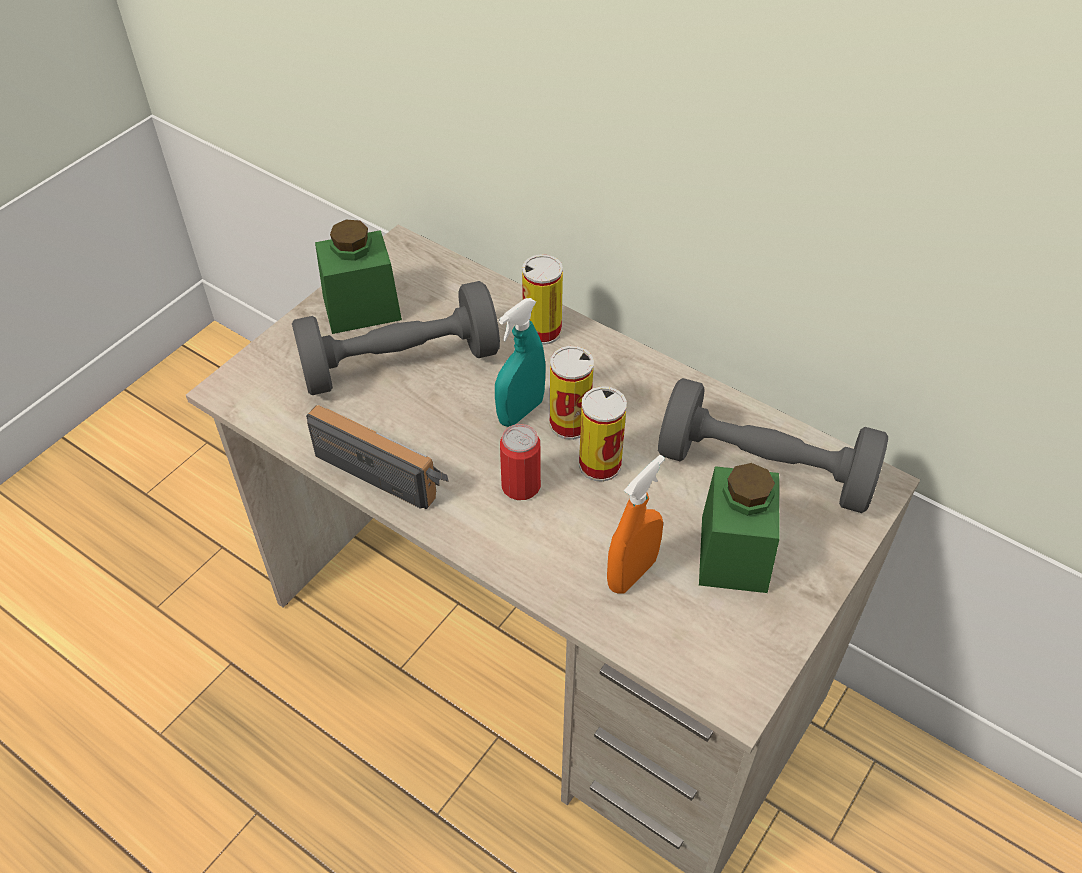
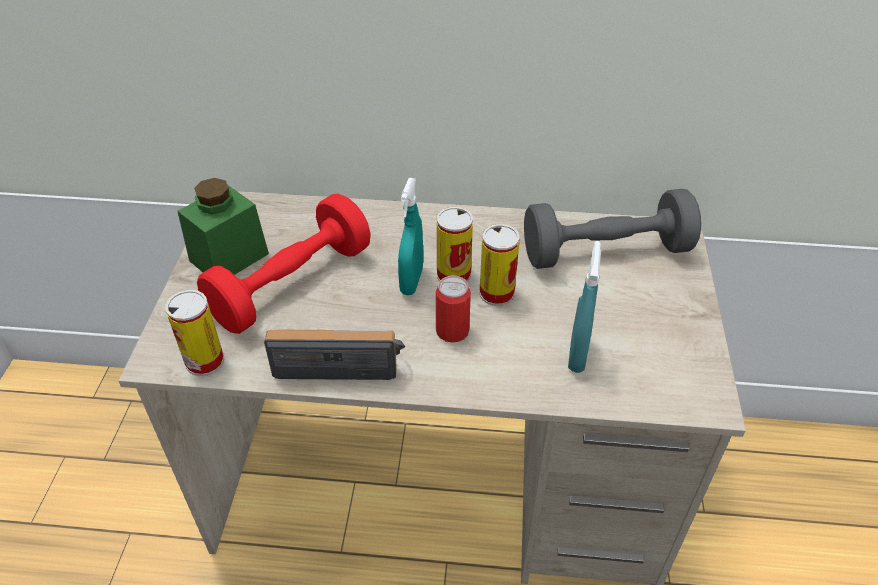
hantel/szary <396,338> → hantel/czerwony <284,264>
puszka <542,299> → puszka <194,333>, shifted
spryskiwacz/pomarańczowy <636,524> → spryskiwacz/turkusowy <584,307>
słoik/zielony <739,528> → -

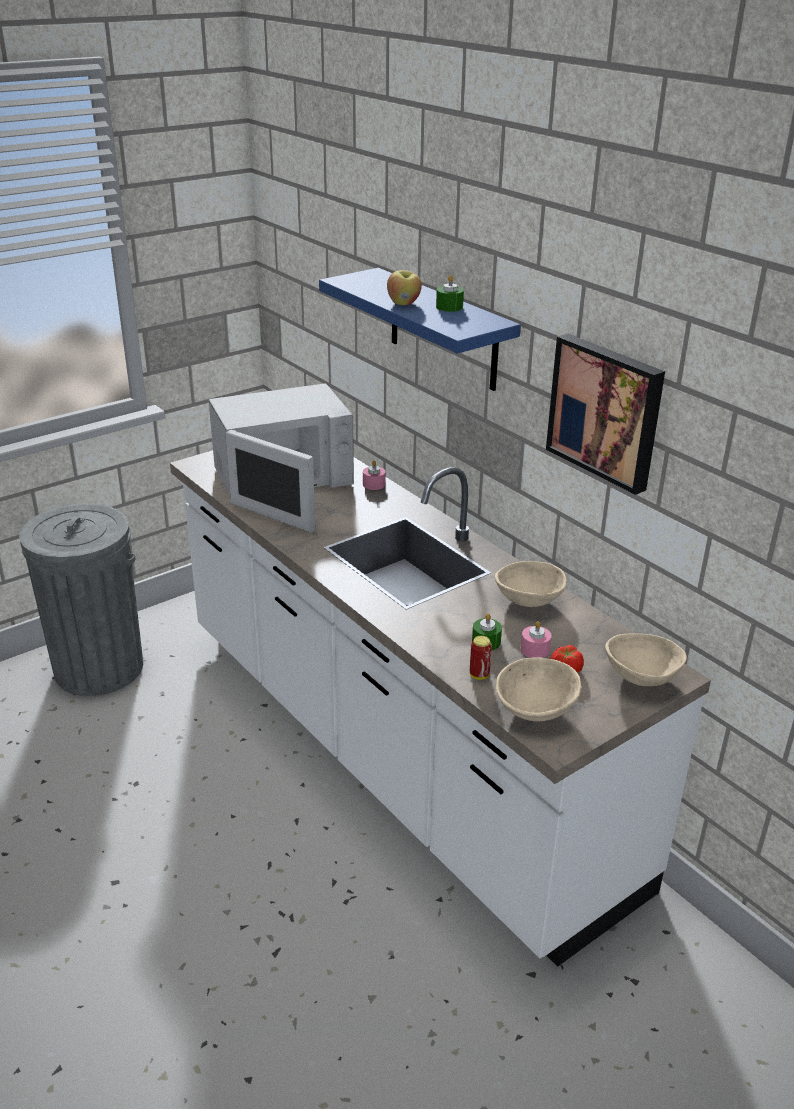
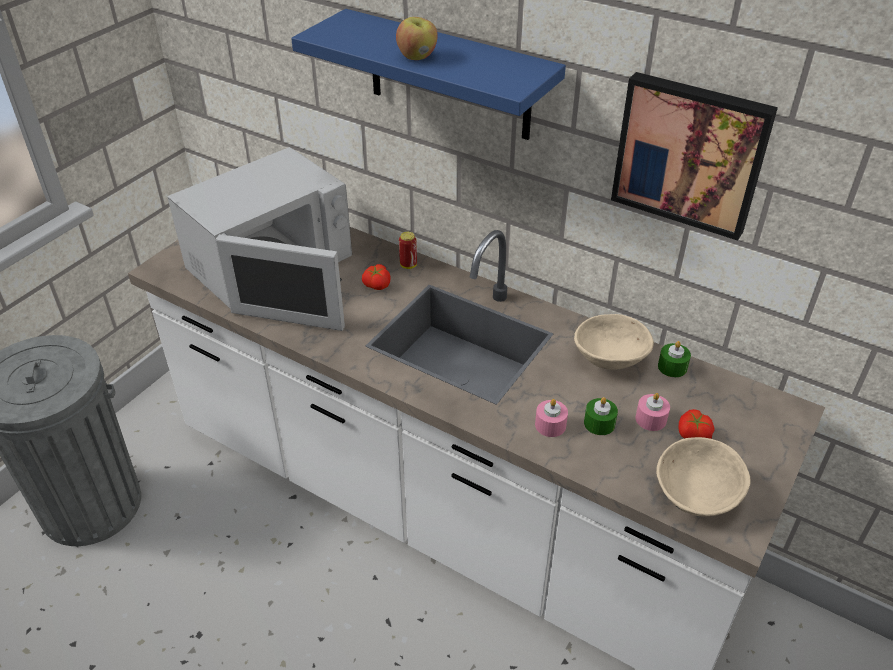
świeca/różowy <374,475> → świeca/różowy <551,418>, shifted
świeca/zielony <450,293> → świeca/zielony <674,359>, shifted
puszka <481,658> → puszka <408,250>, shifted
miska/beżowy <646,659> → -
- → pomidor <376,277>

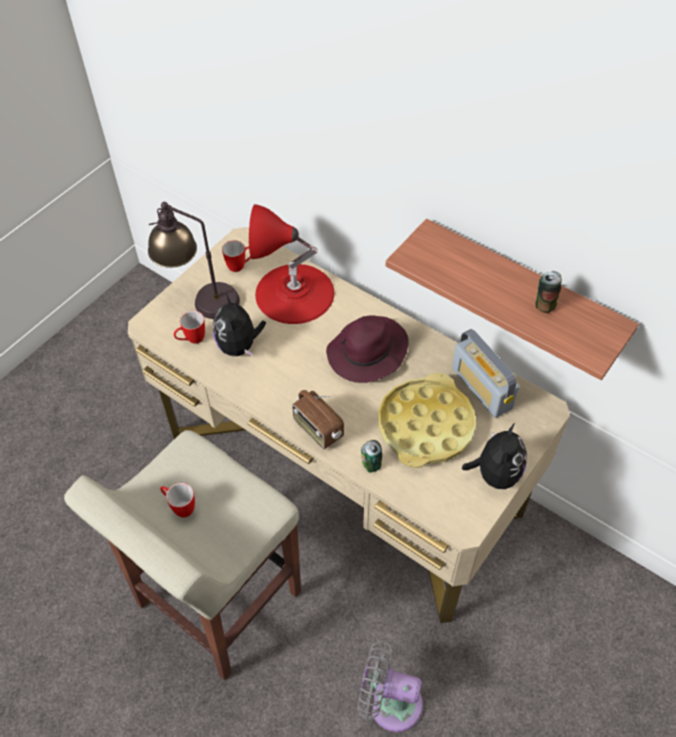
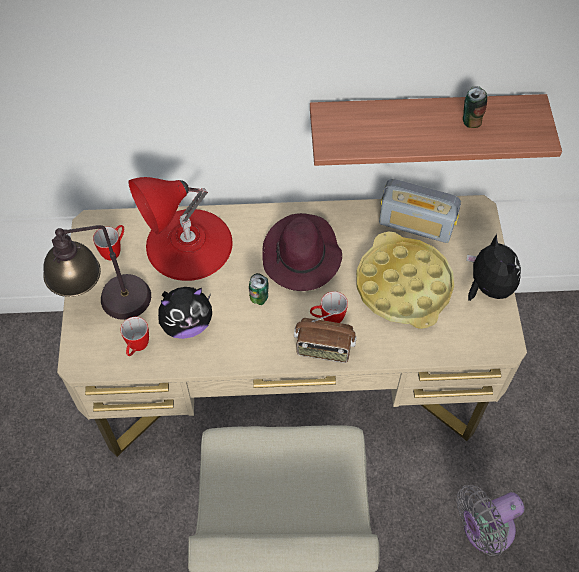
kubek <177,500> → kubek <329,307>, shifted
pluszak <239,325> → pluszak <185,313>, 60 degrees counterclockwise
puszka <371,456> → puszka <259,289>, shifted

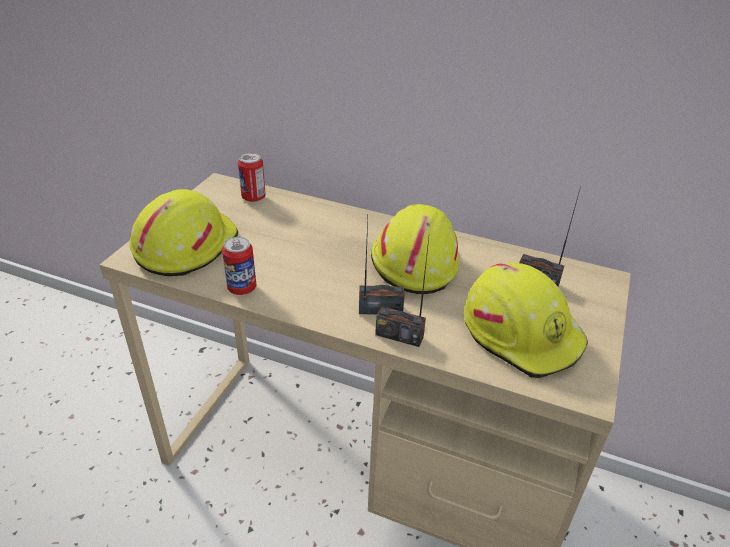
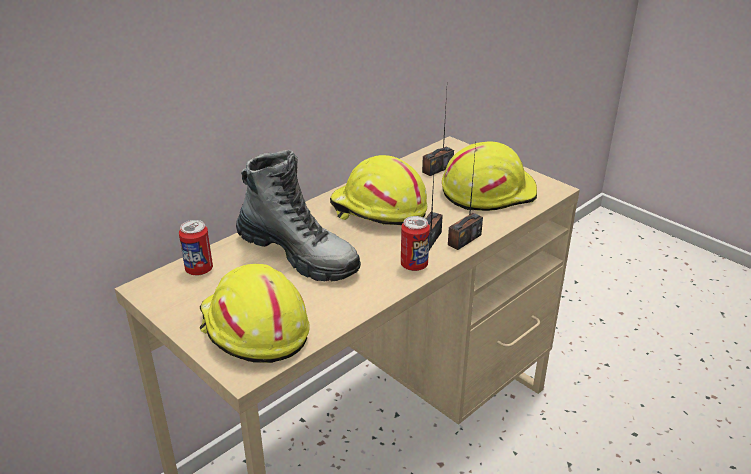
puszka <239,266> → puszka <415,243>, shifted
- → but z cholewką <298,215>

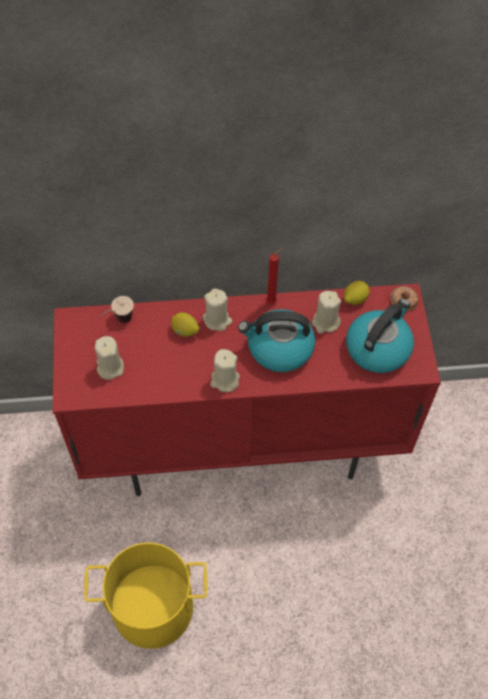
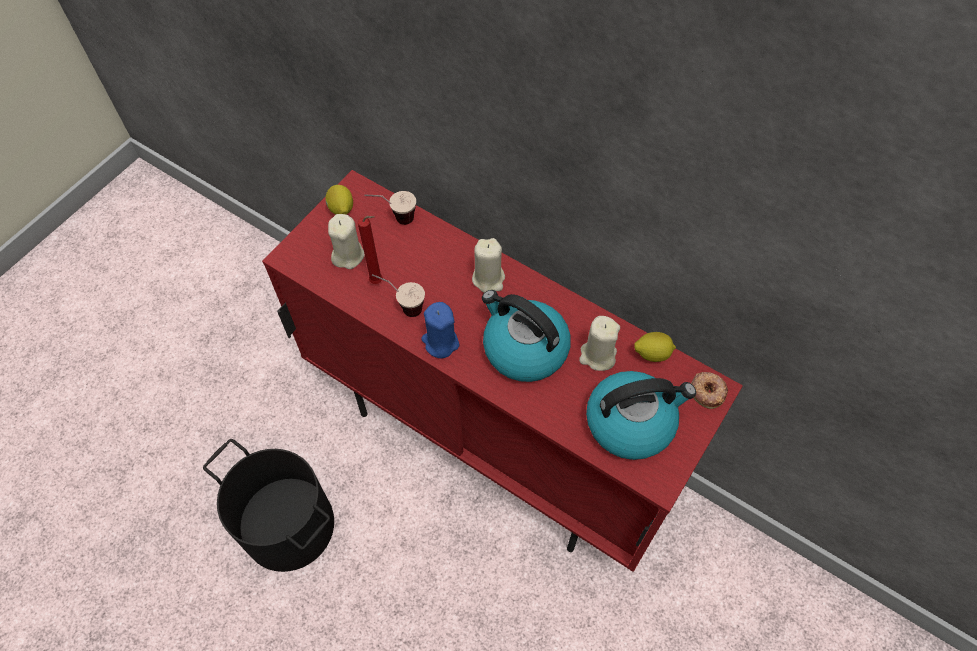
wiadro/żółty <145,595> → wiadro/czarny <268,505>
cytryna <185,324> → cytryna <339,200>, shifted
świeca/beżowy <225,370> → świeca/niebieski <440,330>
świeca/czerwony <274,276> → świeca/czerwony <370,250>, shifted
- → filiżanka <398,295>

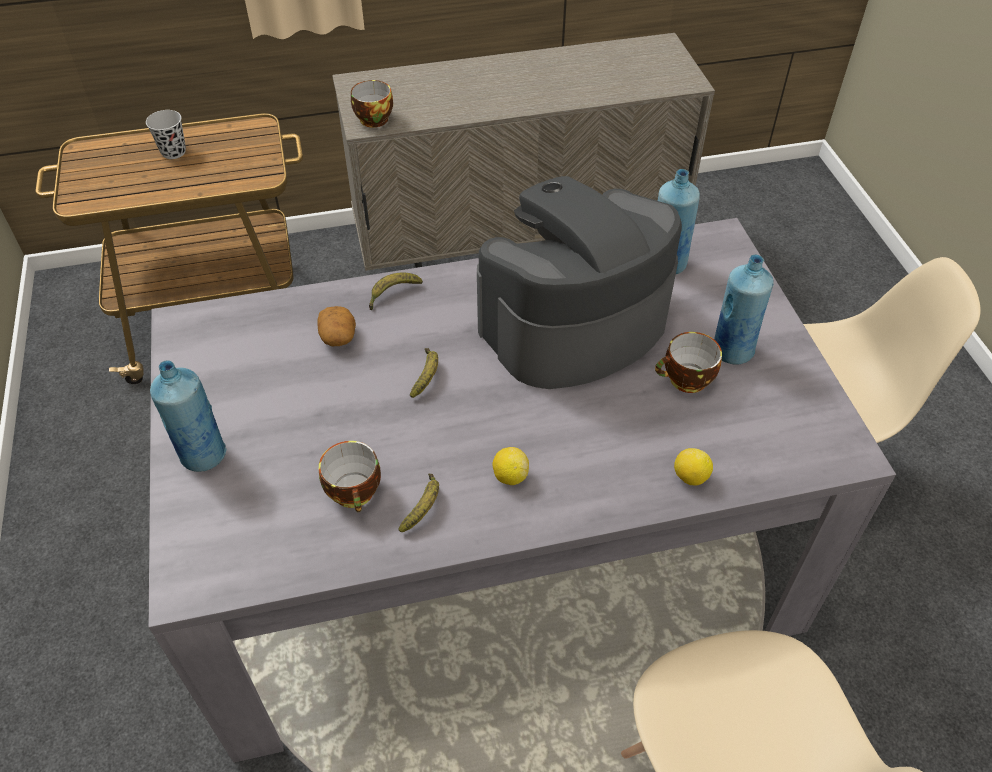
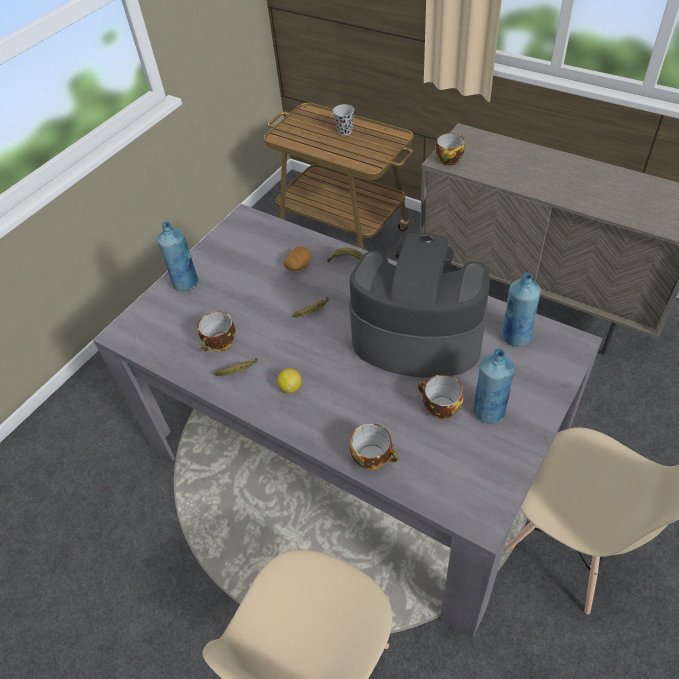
cytryna <693,466> → filiżanka <374,446>

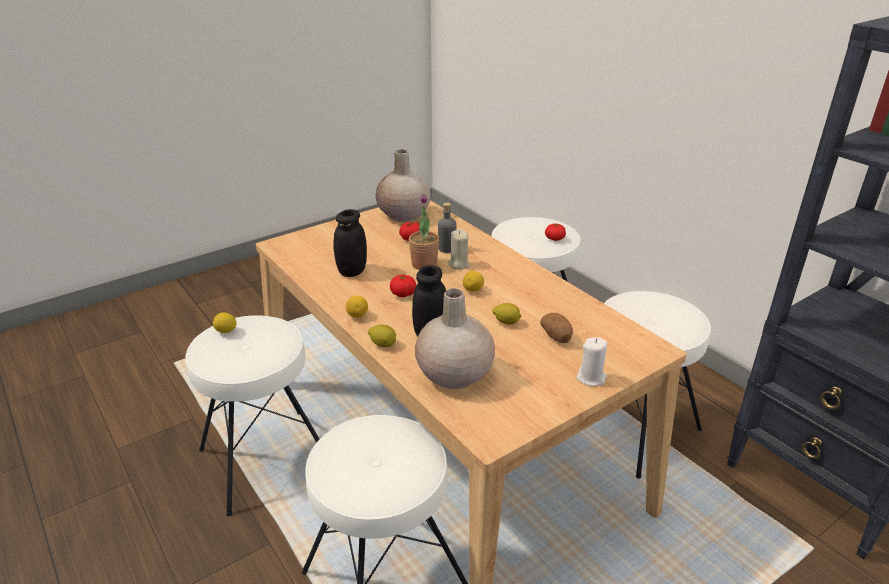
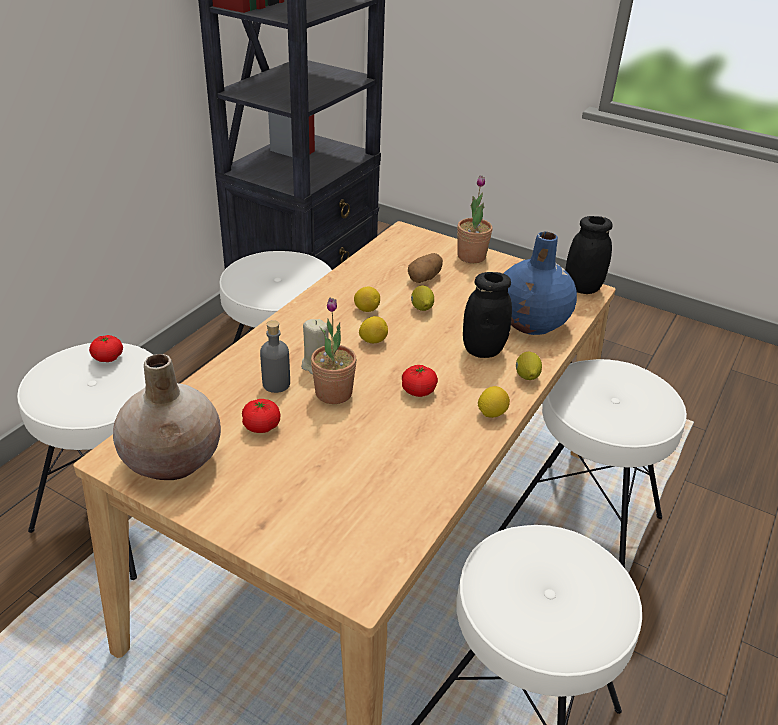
cytryna <225,322> → cytryna <367,299>, shifted
słoik/czarny <350,243> → słoik/czarny <589,255>, shifted
wazon/beżowy <455,338> → wazon/niebieski <540,283>
świeca/biały <591,361> → roślina doniczkowa <475,219>

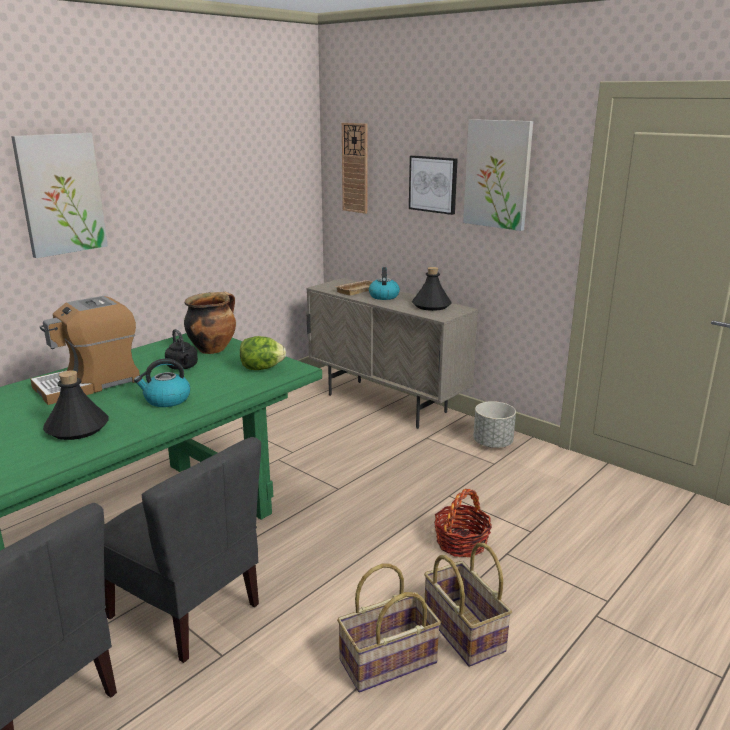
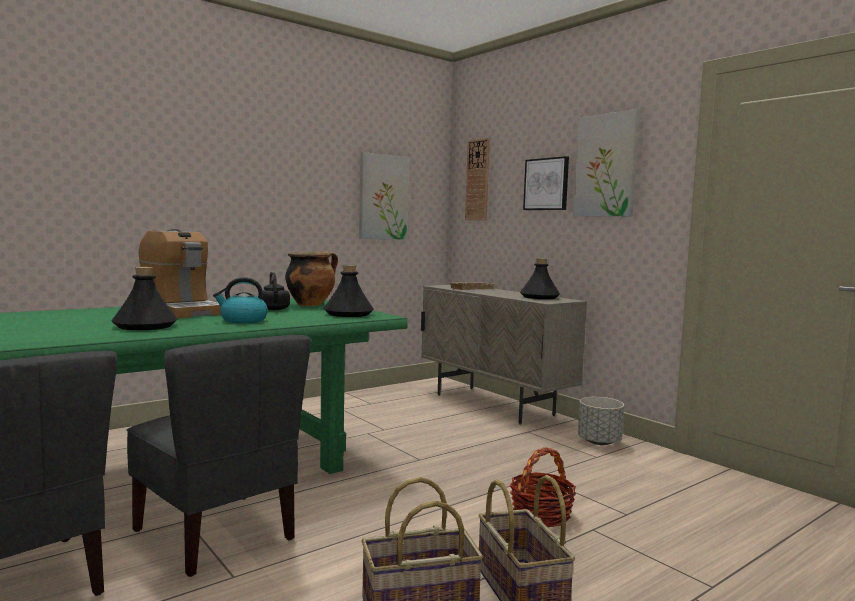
obraz <59,195> → obraz <384,196>, shifted
ekspres do kawy <85,350> → ekspres do kawy <180,273>, 105 degrees counterclockwise
sałata <263,353> → butelka/czarny <349,291>
czajnik <384,283> → -

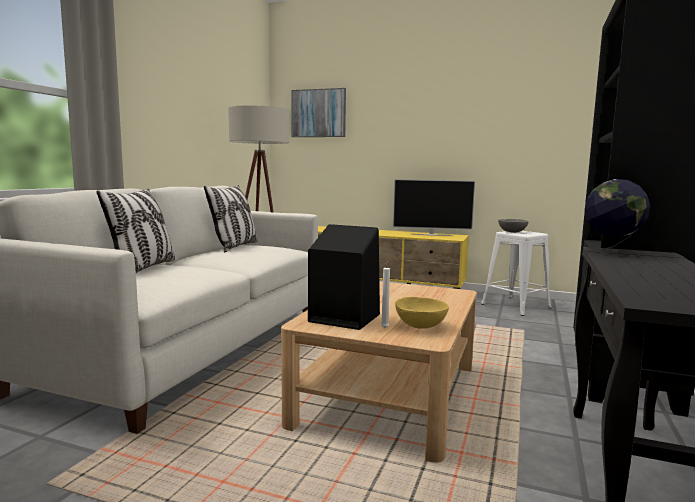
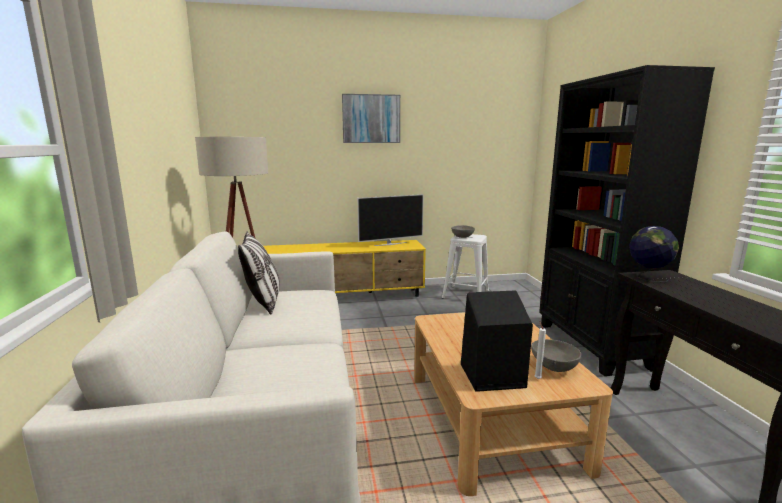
poduszka <136,231> → -
obraz <319,112> → obraz <371,118>, shifted
miska/żółty <422,313> → miska/szary <556,355>

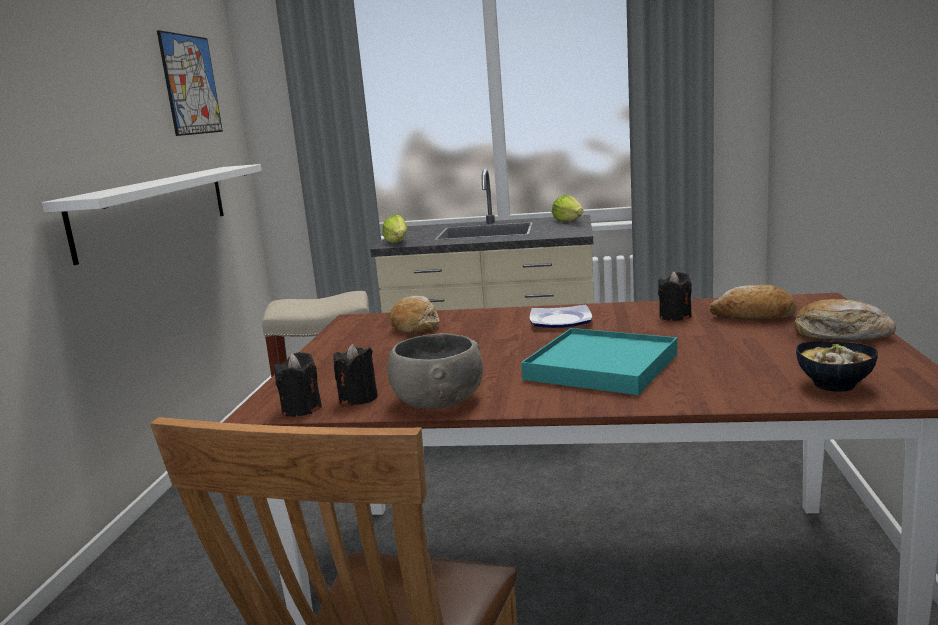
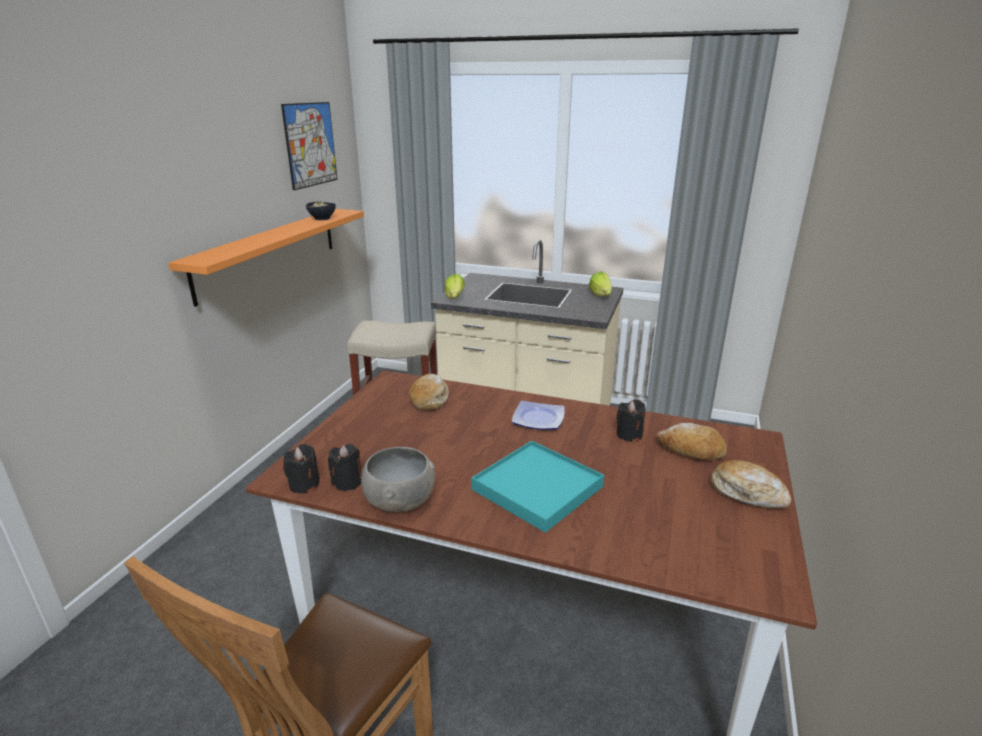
półka/biały <152,214> → półka/pomarańczowy <266,258>
miska <837,367> → miska <321,211>, shifted

